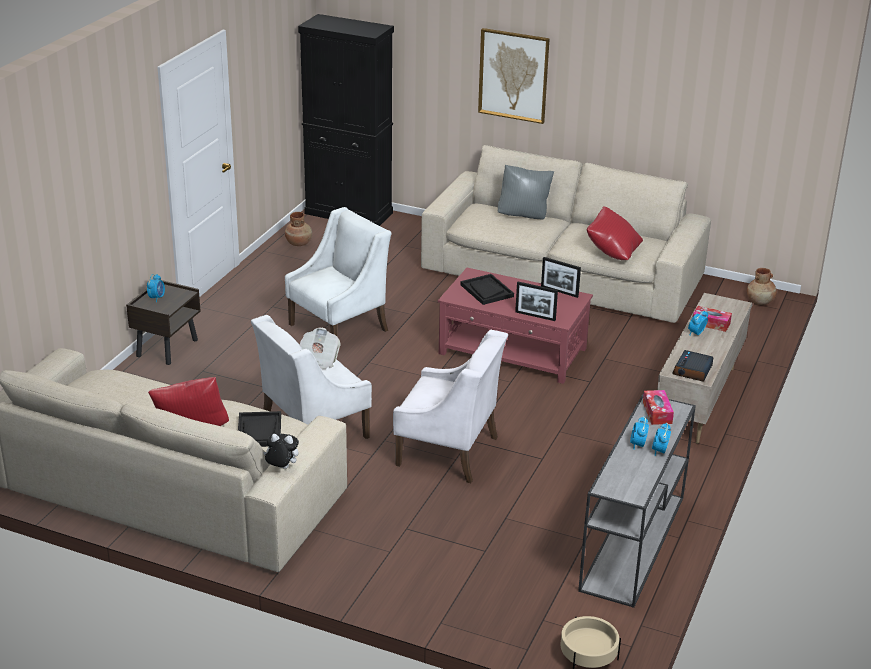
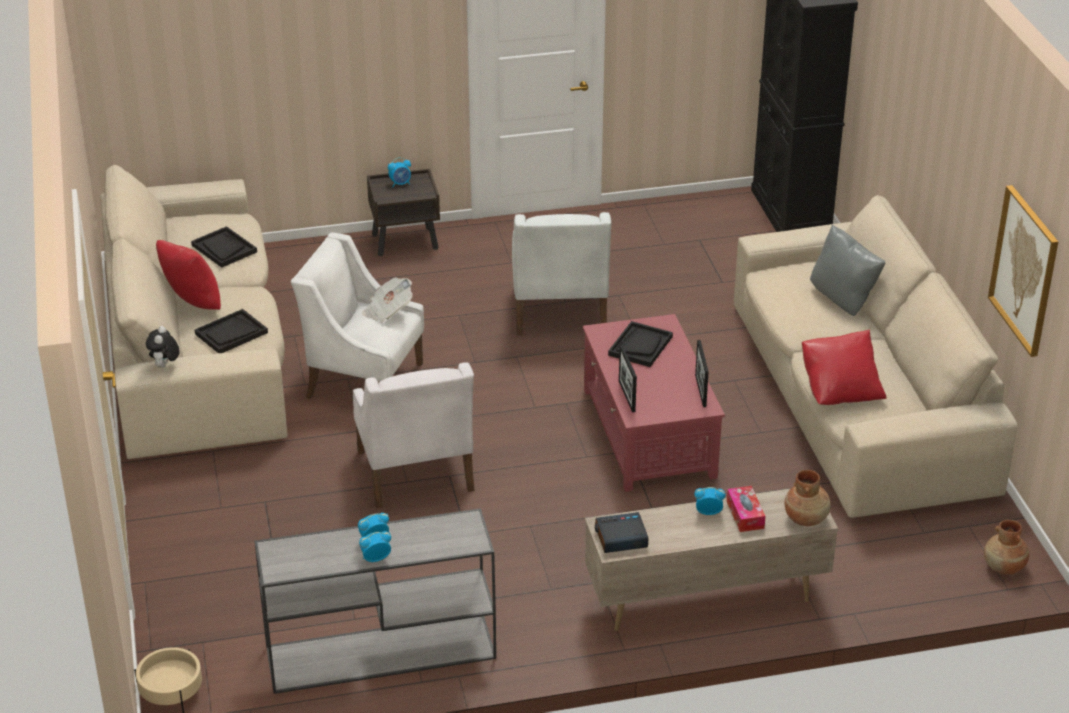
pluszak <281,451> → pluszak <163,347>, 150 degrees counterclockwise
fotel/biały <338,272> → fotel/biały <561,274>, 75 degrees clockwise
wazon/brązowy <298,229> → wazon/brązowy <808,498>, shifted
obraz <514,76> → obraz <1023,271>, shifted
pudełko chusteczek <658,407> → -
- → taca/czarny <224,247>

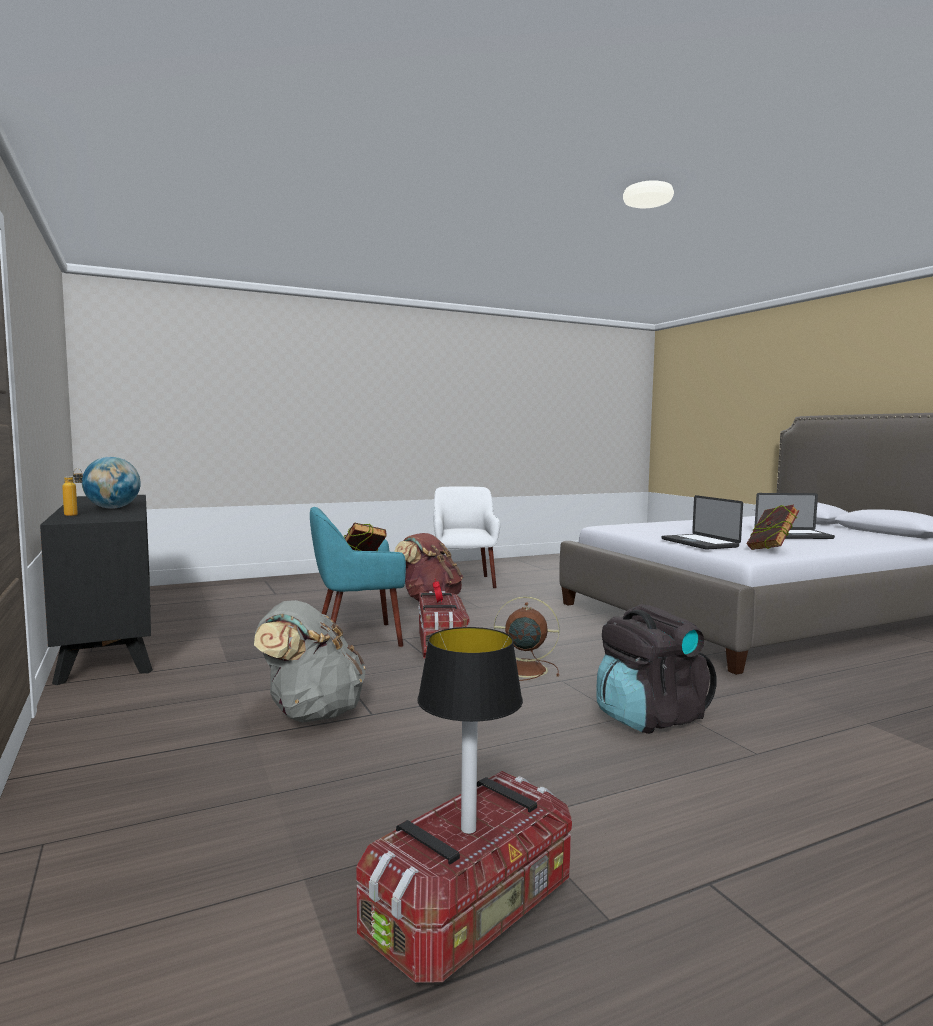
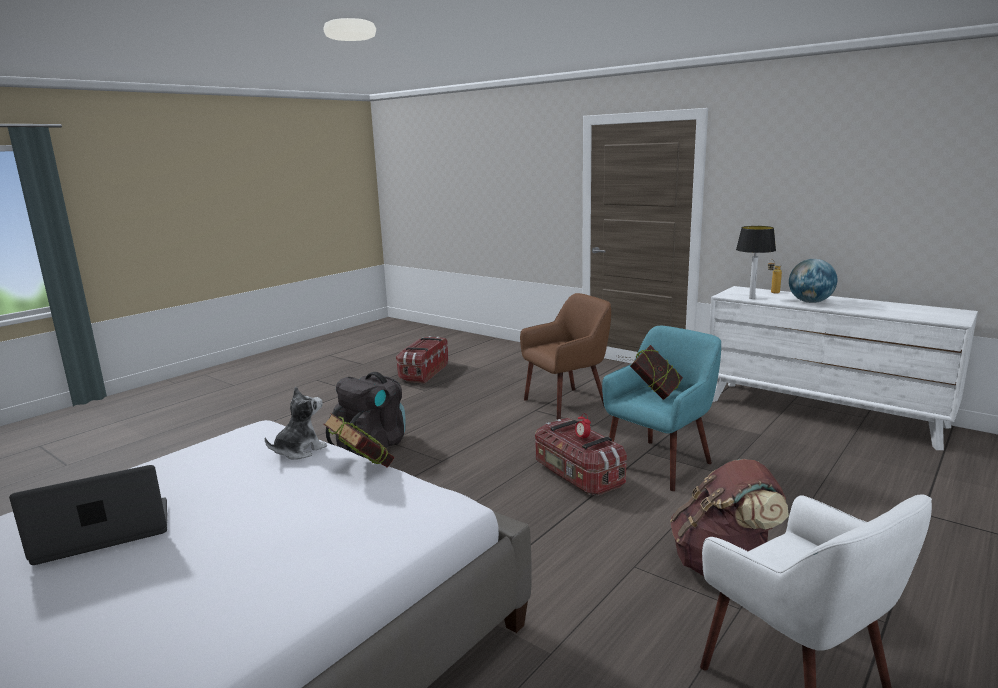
komoda/czarny <96,590> → komoda/biały <843,368>
plecak/szary <310,661> → fotel/brązowy <565,356>
lampa stołowa <470,730> → lampa stołowa <756,262>, shifted
wentylator/brązowy <527,638> → -
laptop <702,522> → pluszak <296,423>
książka <773,527> → książka <358,440>, shifted

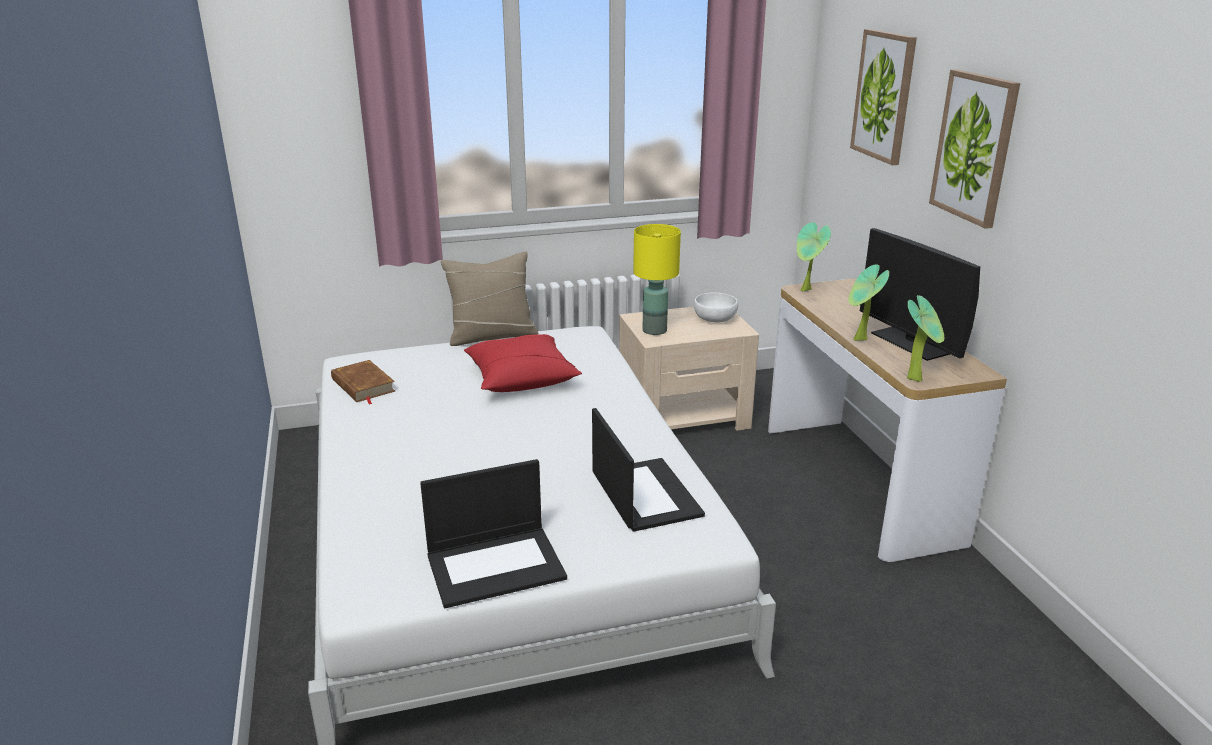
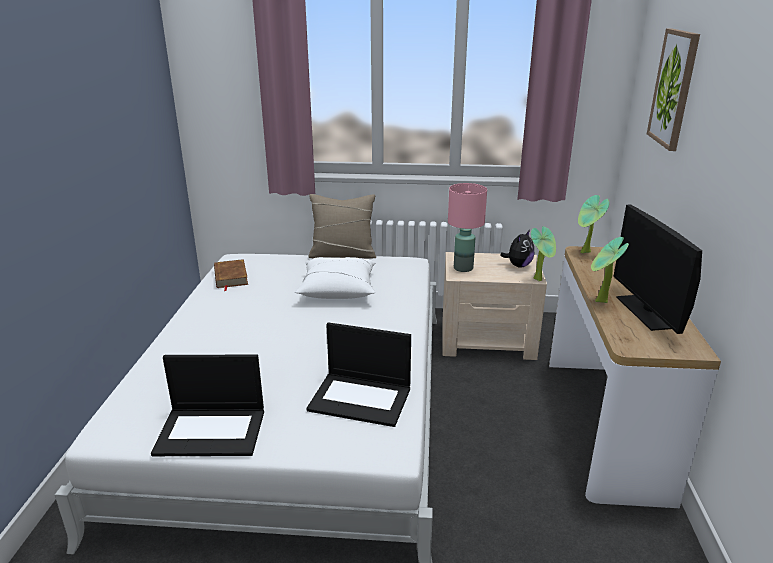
poduszka/czerwony <523,363> → poduszka/biały <335,278>
laptop <648,470> → laptop <358,374>, 105 degrees clockwise
lampa stołowa/żółty <657,279> → lampa stołowa/różowy <467,227>
miska/biały <716,308> → pluszak <517,249>
roślina doniczkowa <925,338> → roślina doniczkowa <543,253>, shifted
obraz <974,149> → -

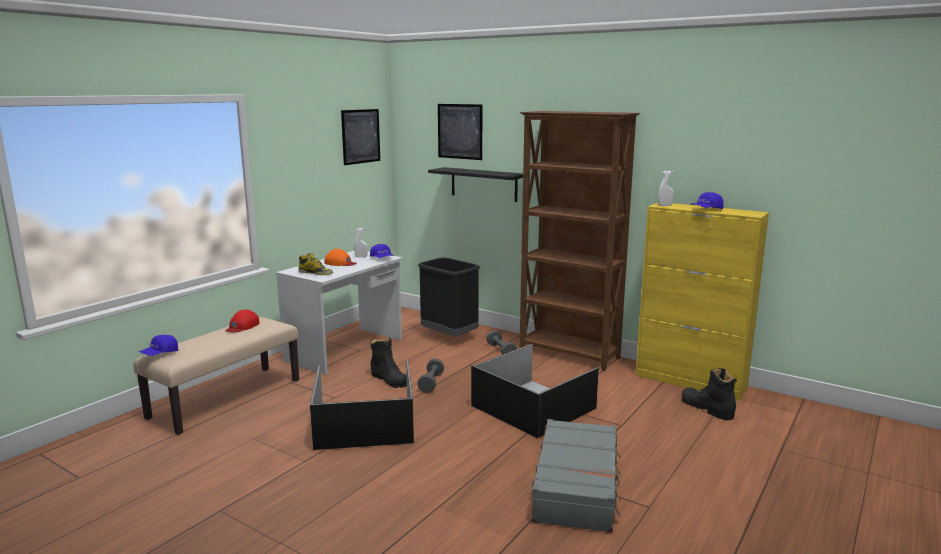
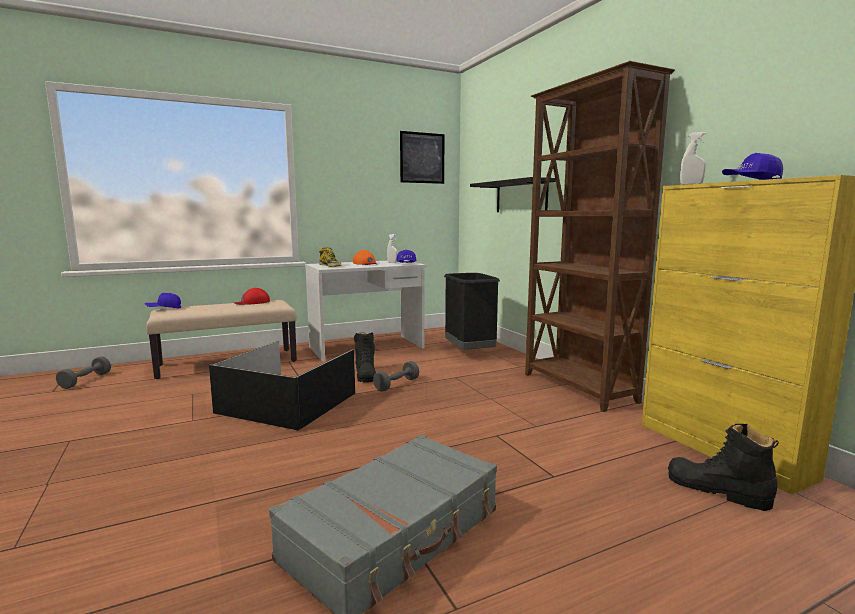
obraz <460,132> → -
pojemnik do przechowywania/czarny <535,391> → -
hantel/szary <501,342> → hantel/szary <83,372>, shifted
but z cholewką/czarny <709,394> → but z cholewką/czarny <723,467>, 45 degrees counterclockwise

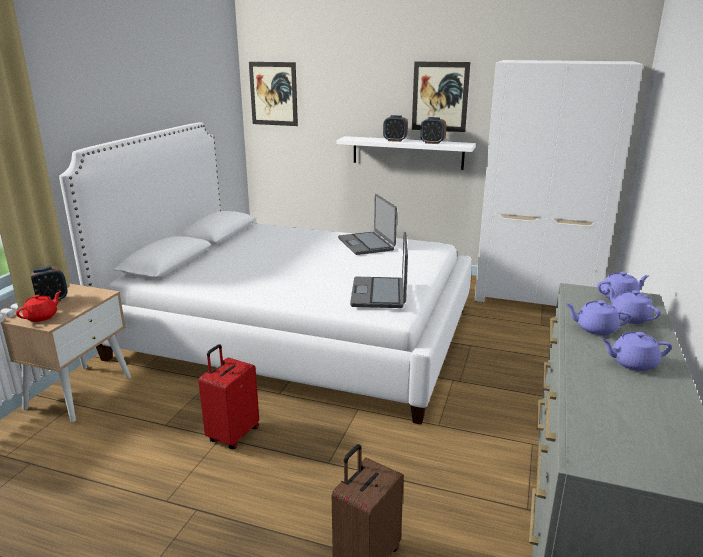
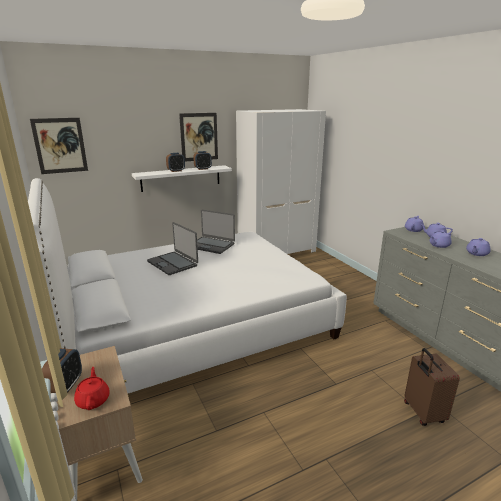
walizka/czerwony <228,396> → -
laptop <379,270> → laptop <172,248>, shifted

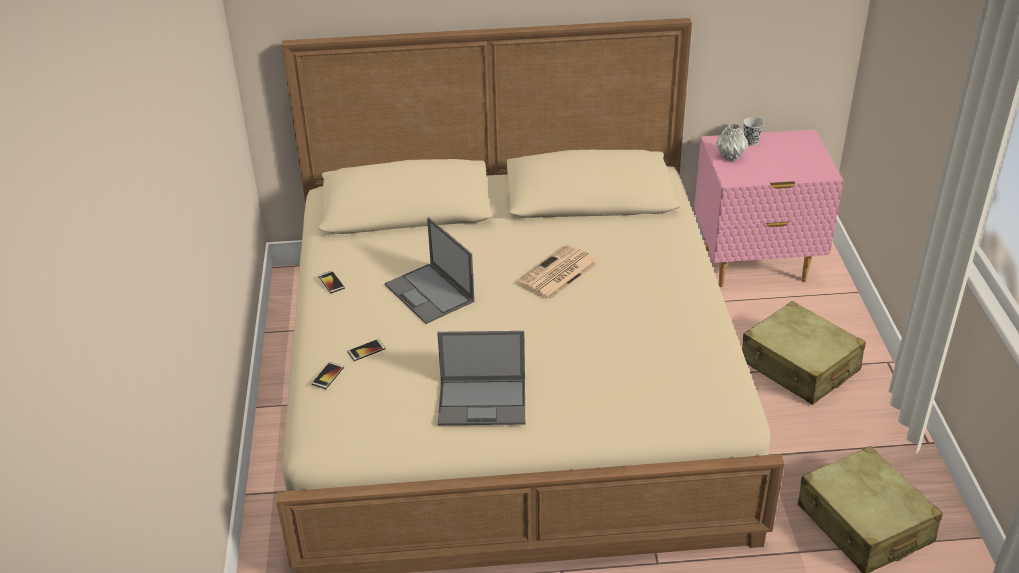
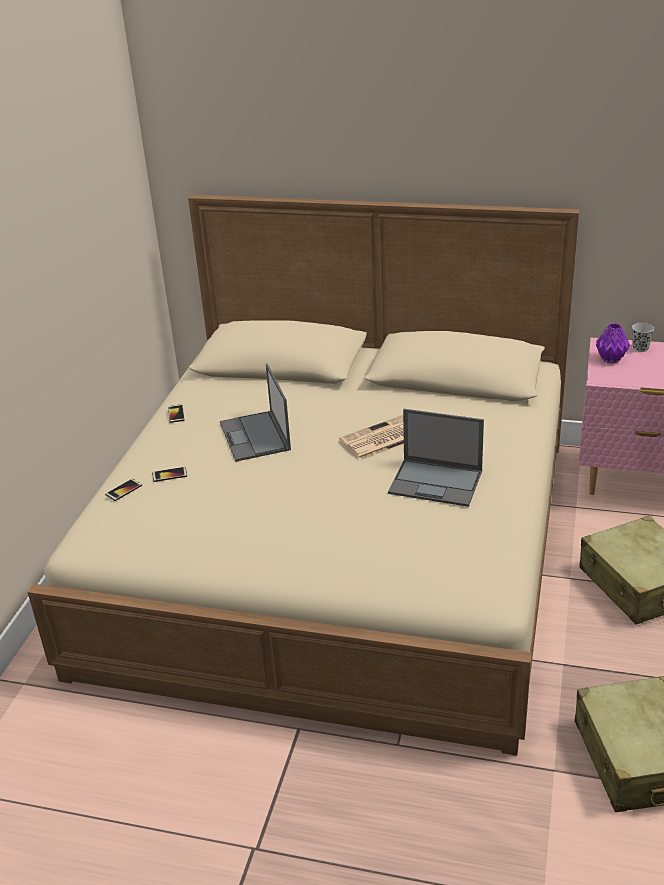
laptop <481,378> → laptop <436,458>, shifted
wazon/szary <732,142> → wazon/fioletowy <613,343>

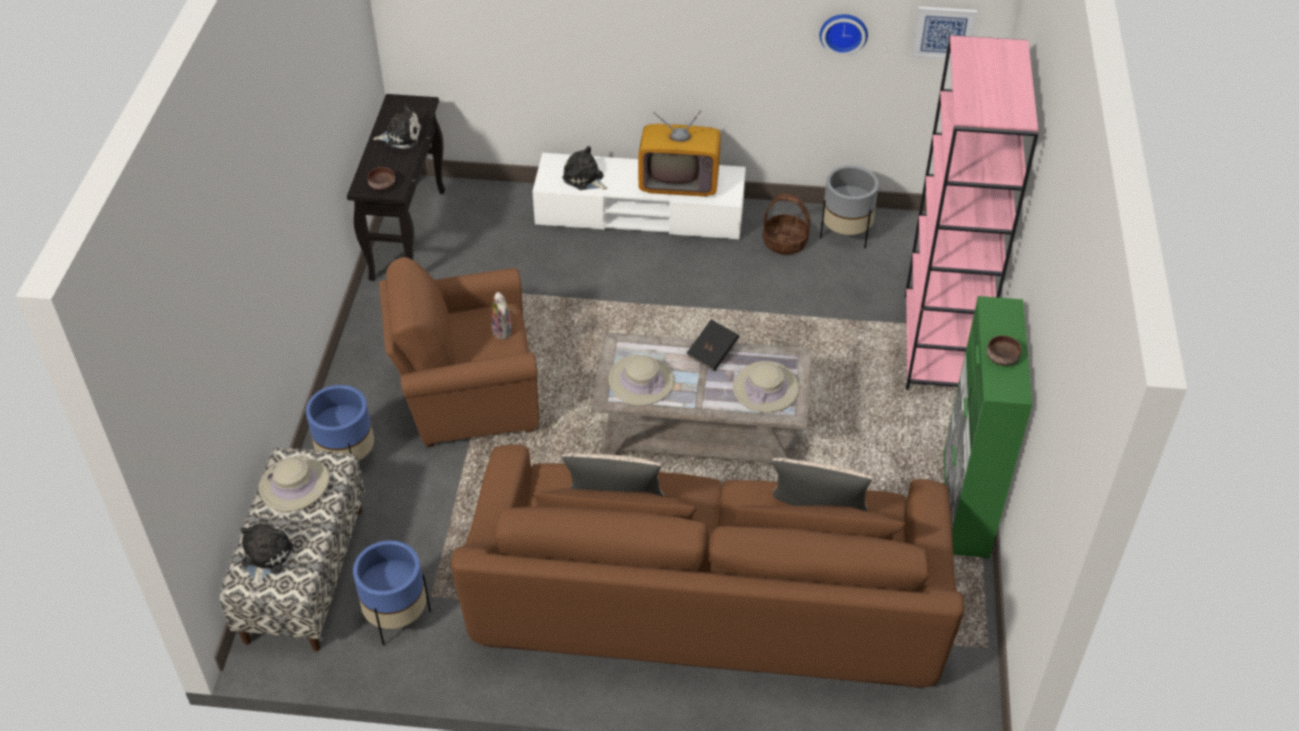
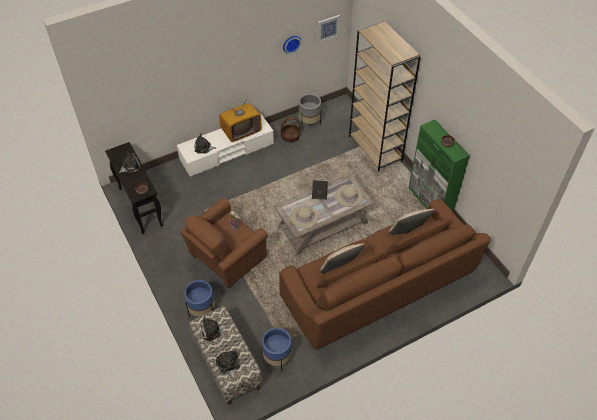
kapelusz/beżowy <294,484> → pluszak <214,328>
regał/różowy <972,212> → regał/brązowy <385,96>

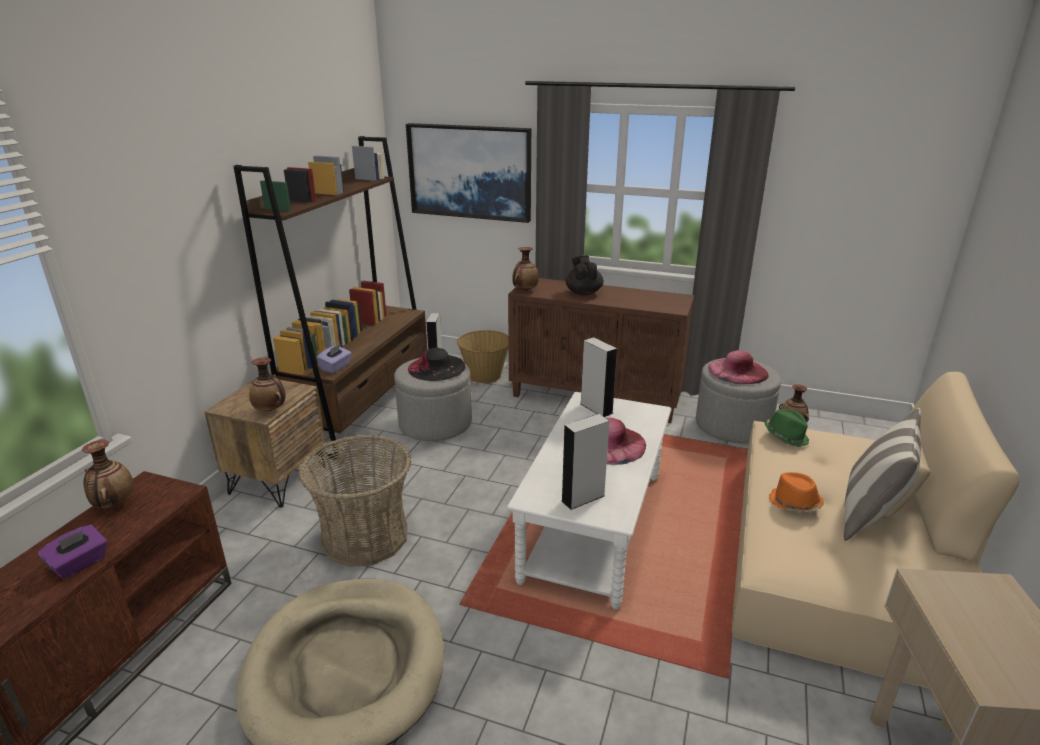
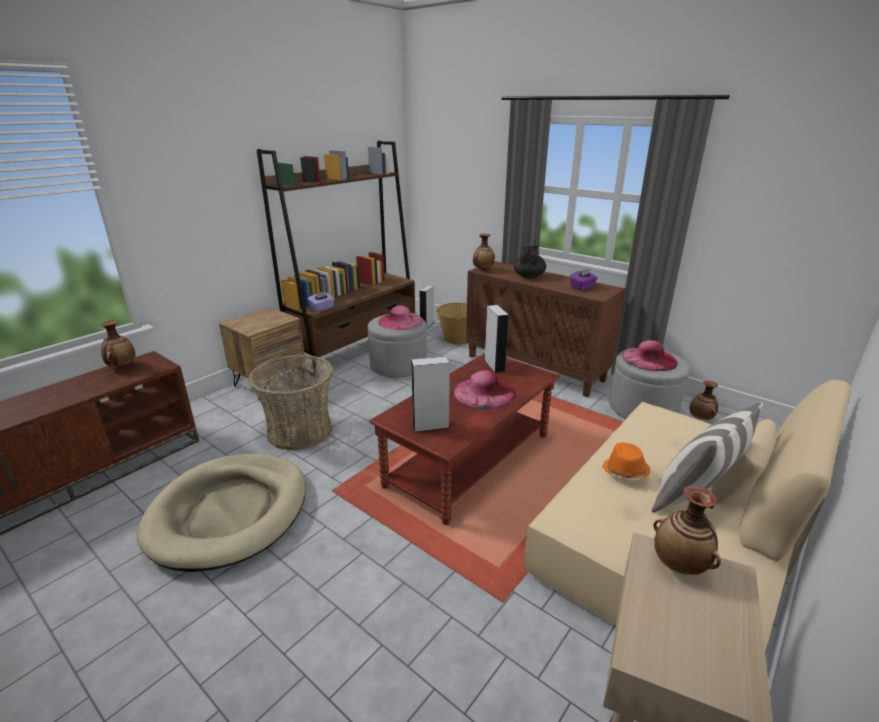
pudełko chusteczek/fioletowy <72,552> → pudełko chusteczek/fioletowy <584,279>, shifted
wazon <267,384> → wazon <687,530>, shifted
obraz <468,173> → -
kapelusz/czarny <436,364> → kapelusz/różowy <401,317>
ława/biały <589,501> → ława/brązowy <464,439>
kapelusz/zielony <786,428> → -

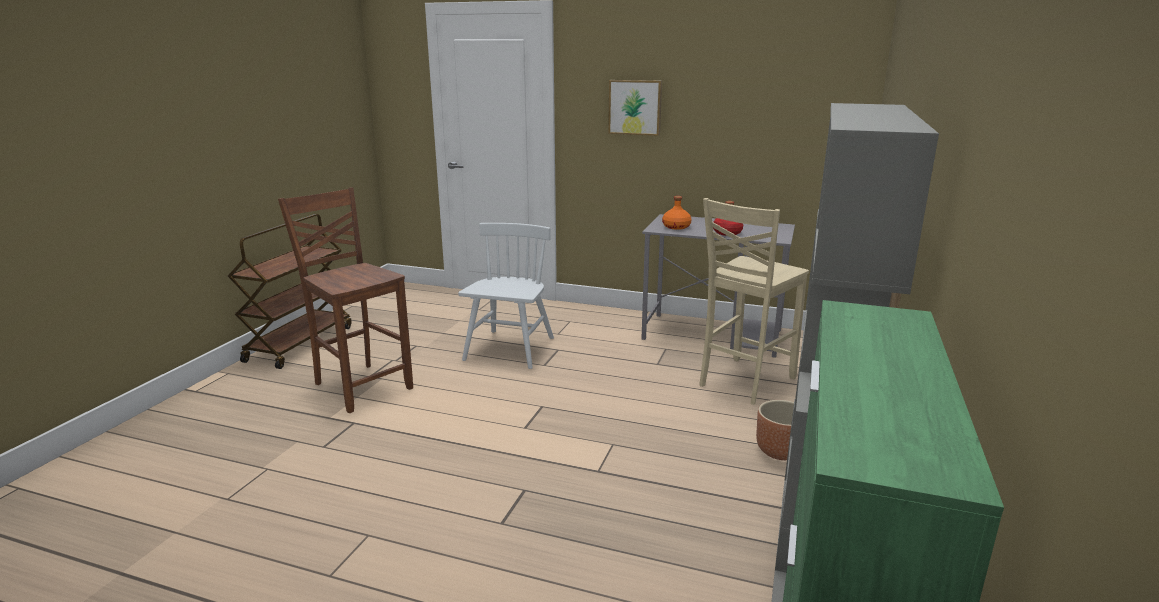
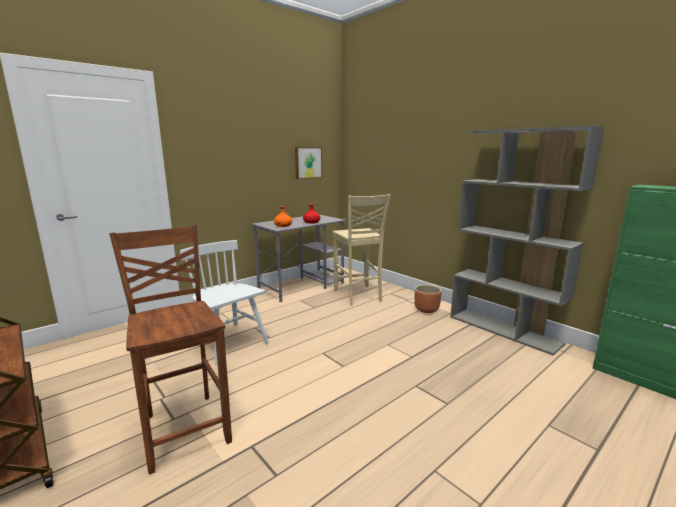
krzesło/brązowy <345,300> → krzesło/brązowy <170,349>, 75 degrees clockwise
obraz <635,108> → obraz <308,163>, shifted

